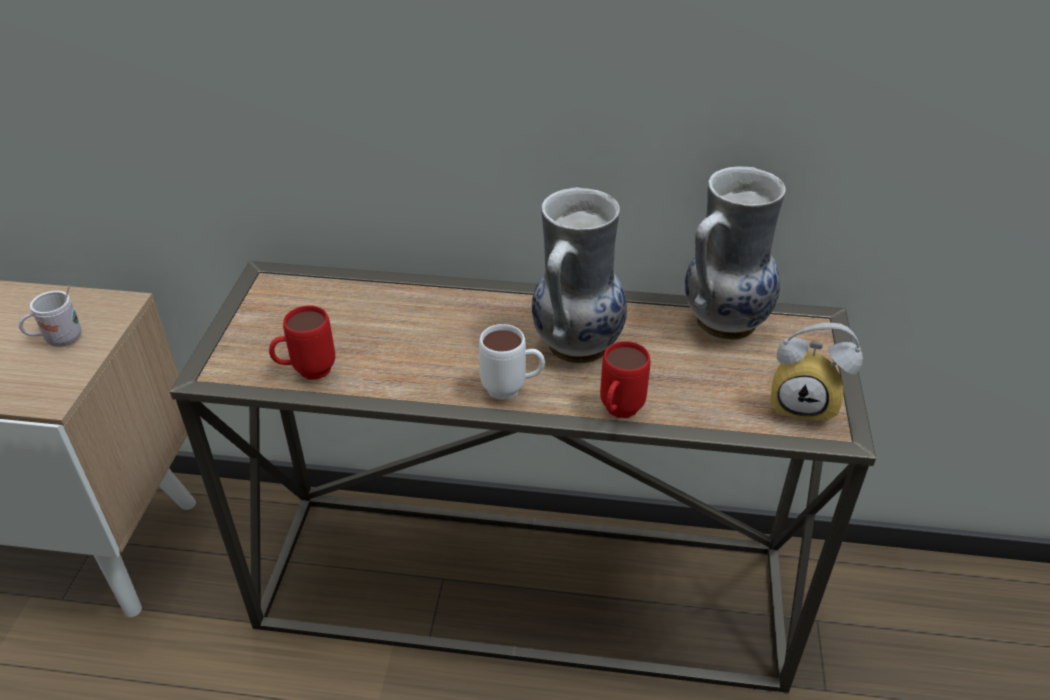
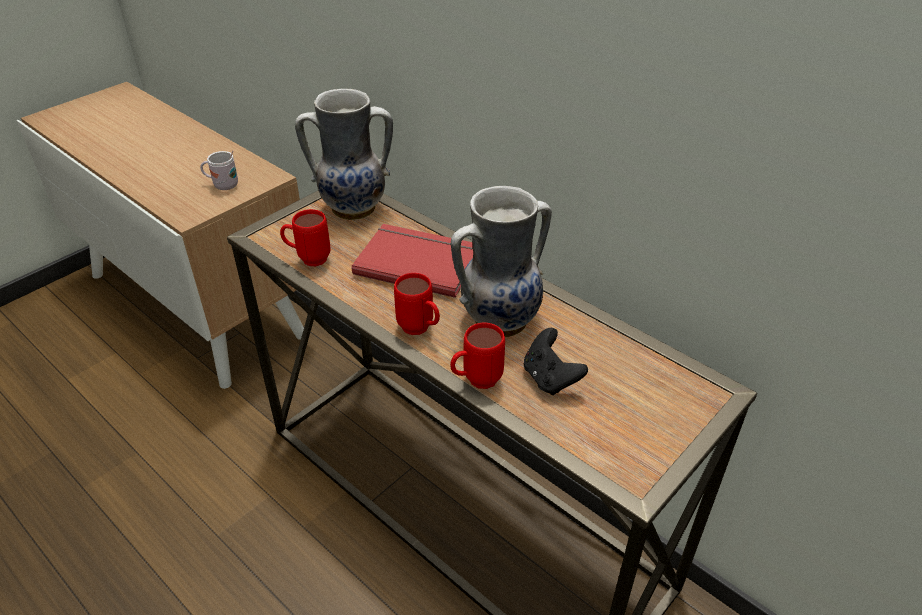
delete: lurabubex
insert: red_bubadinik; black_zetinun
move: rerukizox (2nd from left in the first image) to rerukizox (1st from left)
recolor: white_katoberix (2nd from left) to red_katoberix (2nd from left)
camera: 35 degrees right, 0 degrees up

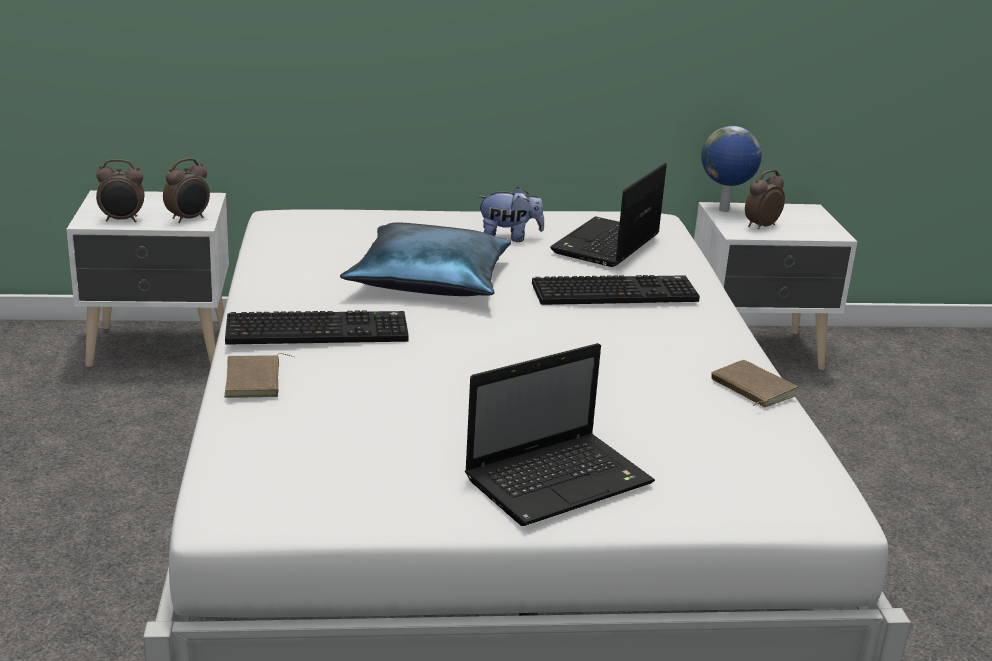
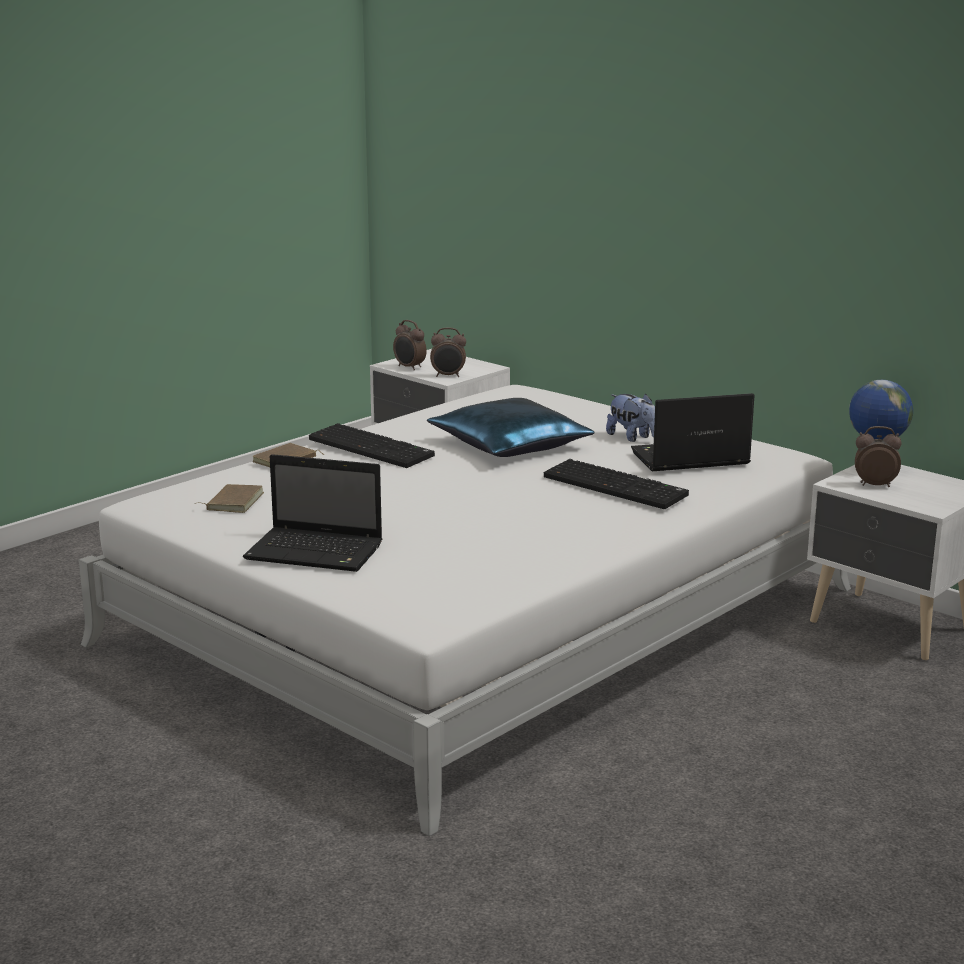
move: brown_bubadinik (2nd from left in the first image) to brown_bubadinik (1st from left)
camera: 50 degrees right, 5 degrees down

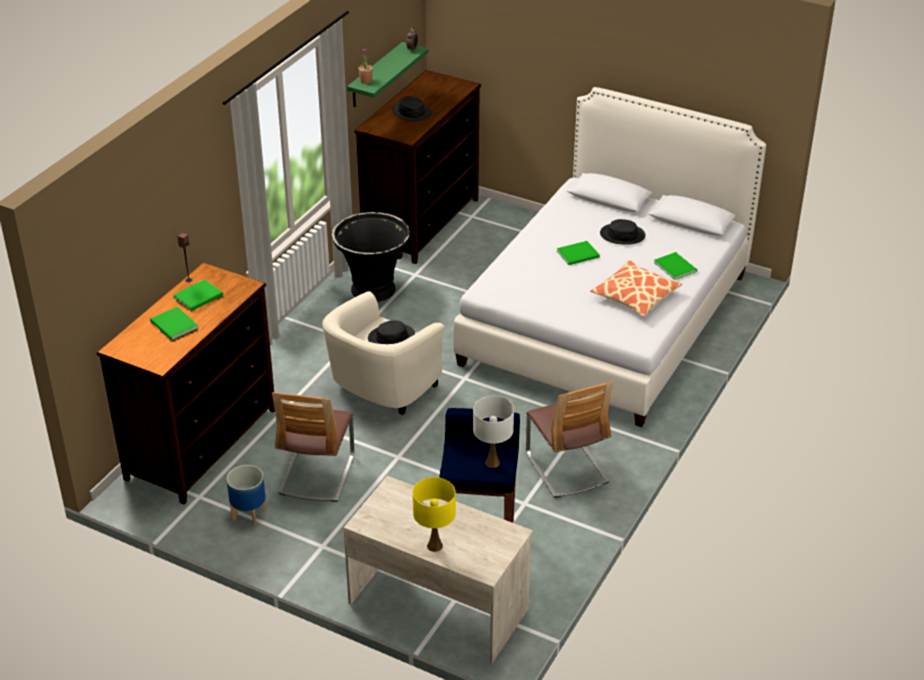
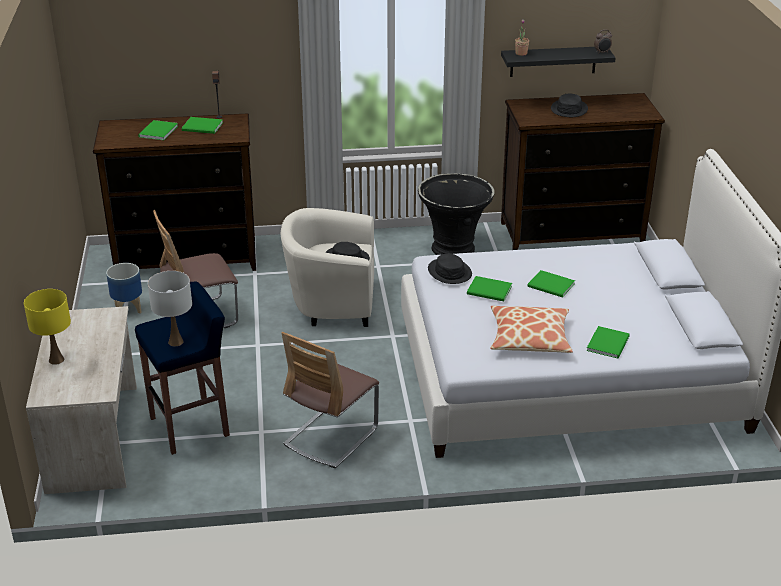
insert: green_bubadinik (3rd from left)
move: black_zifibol (3rd from left in the first image) to black_zifibol (2nd from left)
recolor: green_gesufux to black_gesufux
camera: 55 degrees right, 5 degrees down

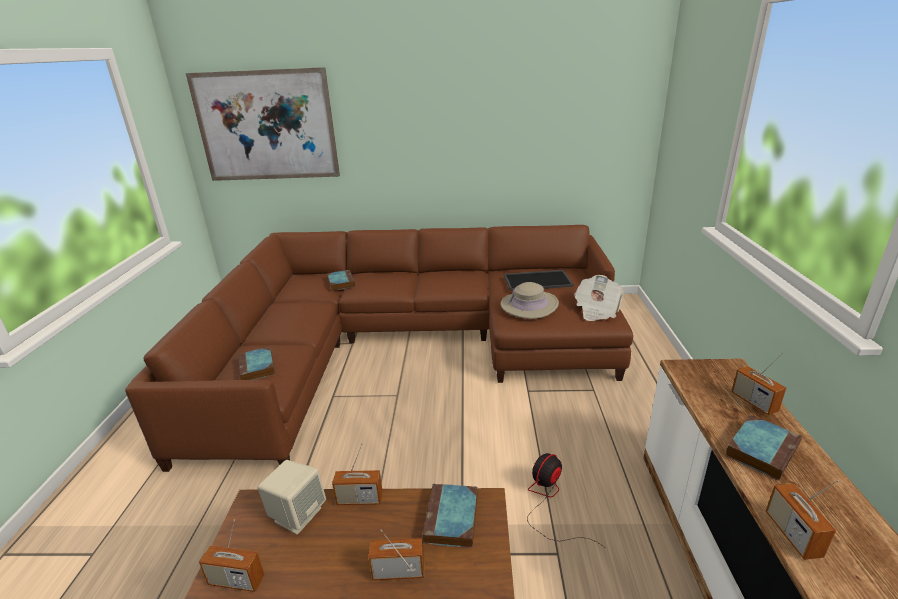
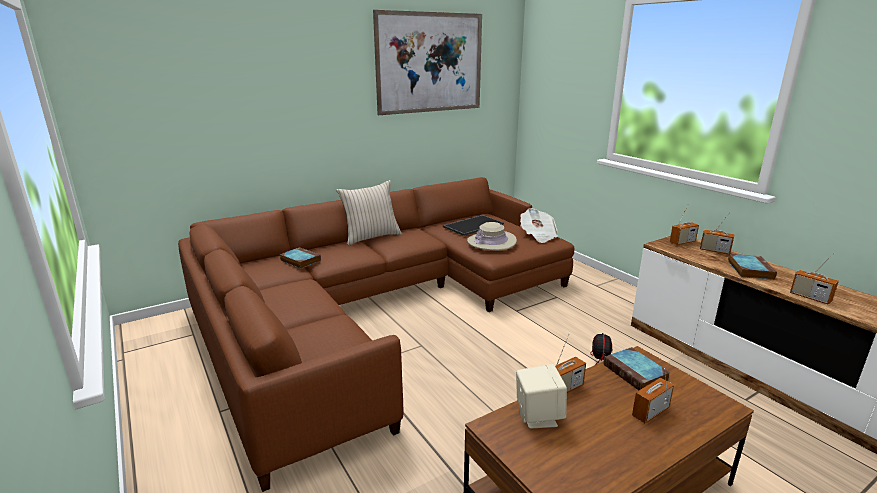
delete: bubadinik (1st from left)
insert: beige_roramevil
move: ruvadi; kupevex (1st from left in the first image) to kupevex (3rd from left)
camera: 35 degrees left, 5 degrees down

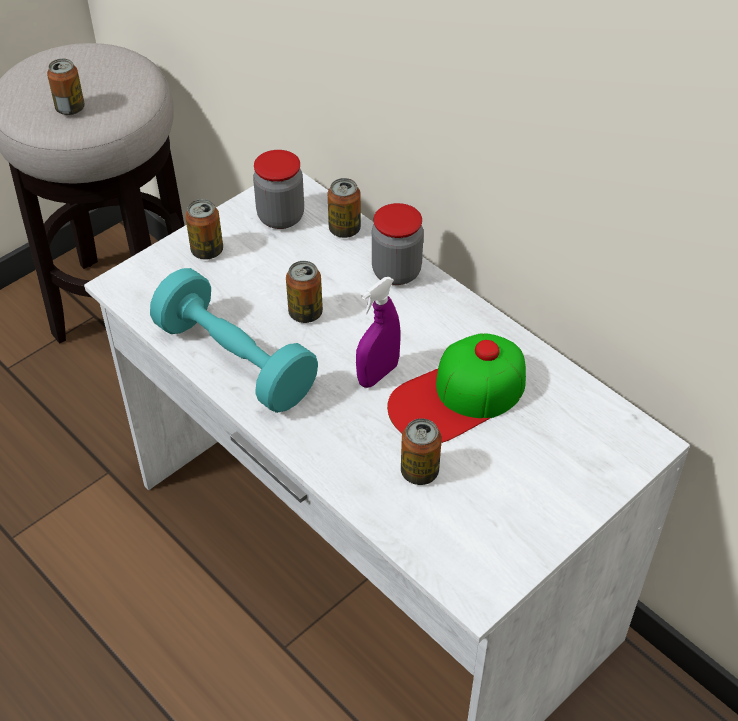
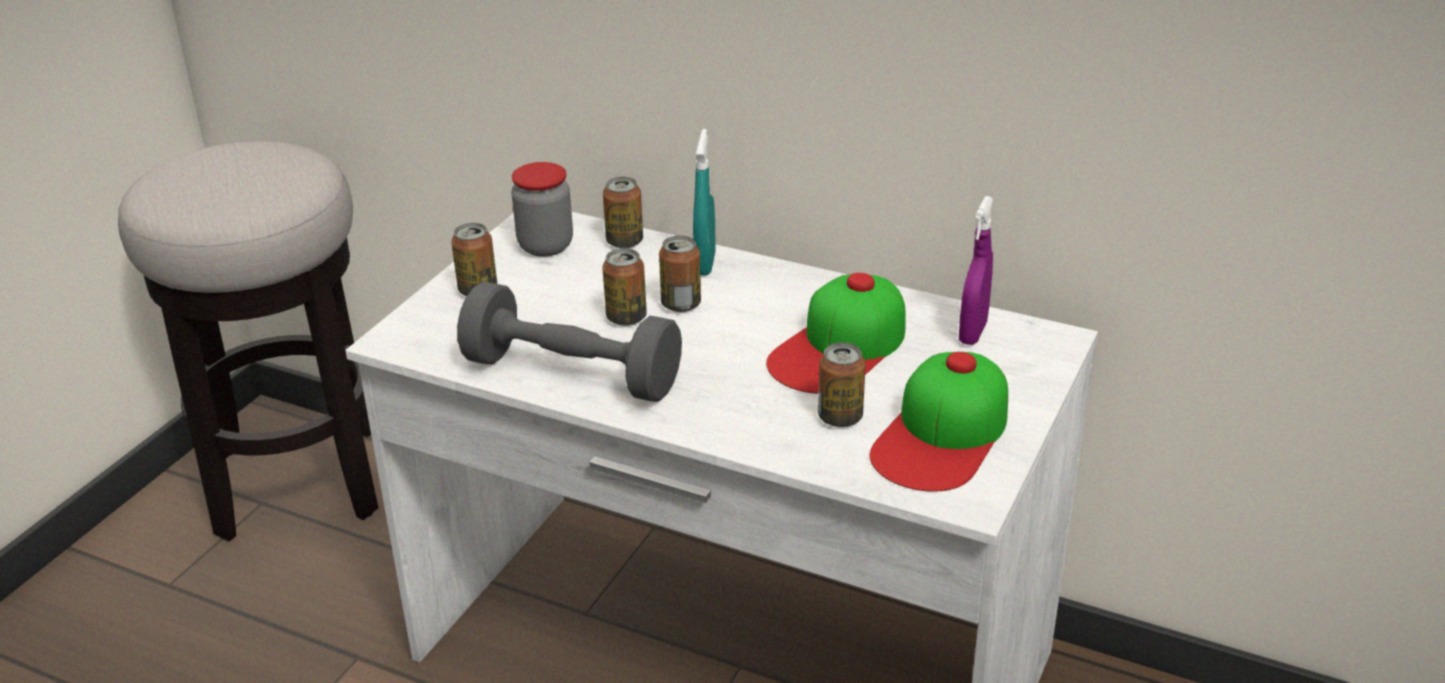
insert: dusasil (2nd from left)
move: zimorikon (1st from left in the first image) to zimorikon (4th from left); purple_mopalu
replace: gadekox (2nd from left) to turquoise_mopalu
recolor: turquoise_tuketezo to grey_tuketezo
camera: 20 degrees left, 15 degrees down

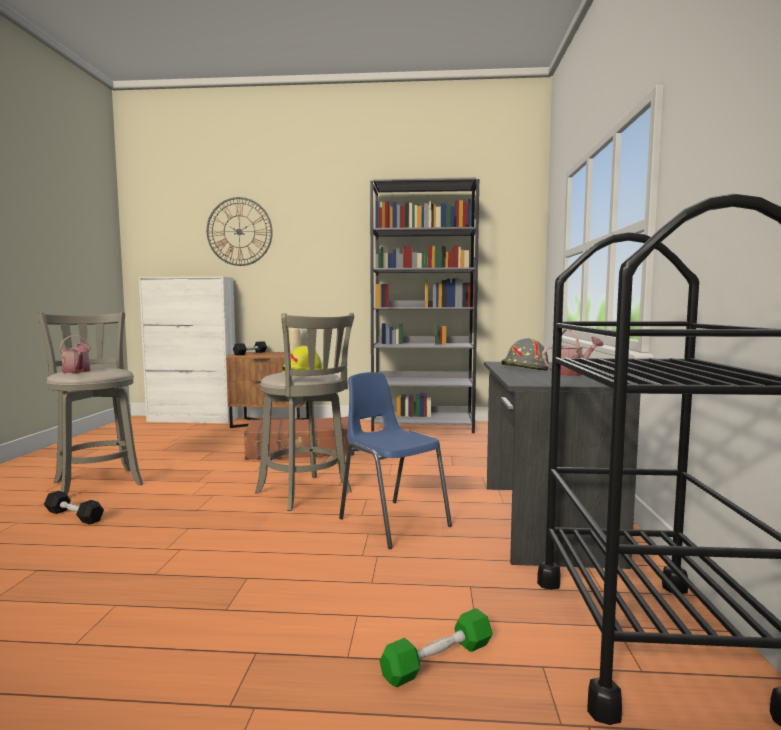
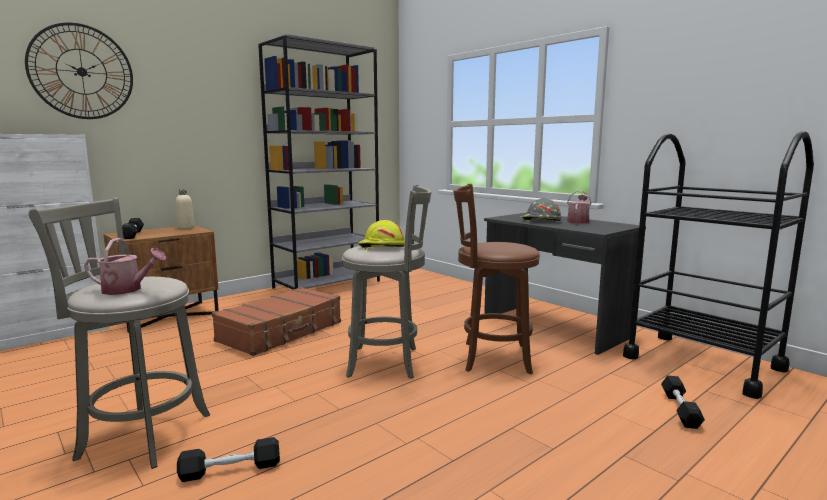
replace: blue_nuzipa to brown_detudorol
recolor: green_tuketezo to black_tuketezo (3rd from left)
camera: 45 degrees left, 5 degrees up

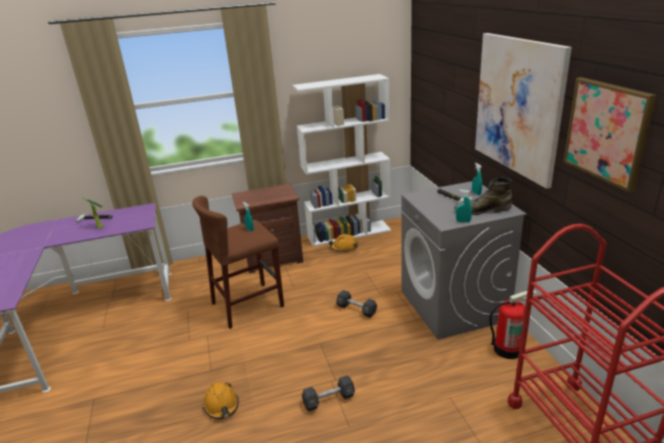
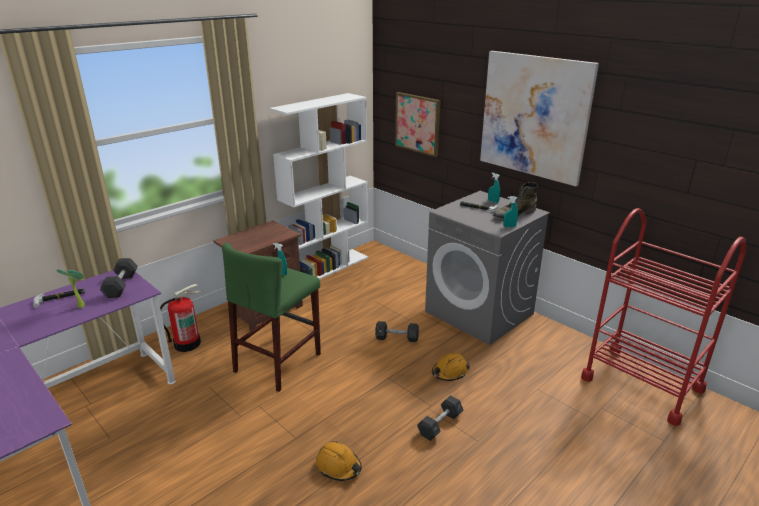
insert: black_tuketezo (1st from left)
move: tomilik; ruvadi (2nd from left in the first image) to ruvadi (1st from left); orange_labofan (2nd from left)
recolor: brown_detudorol to green_detudorol
camera: 30 degrees left, 0 degrees up

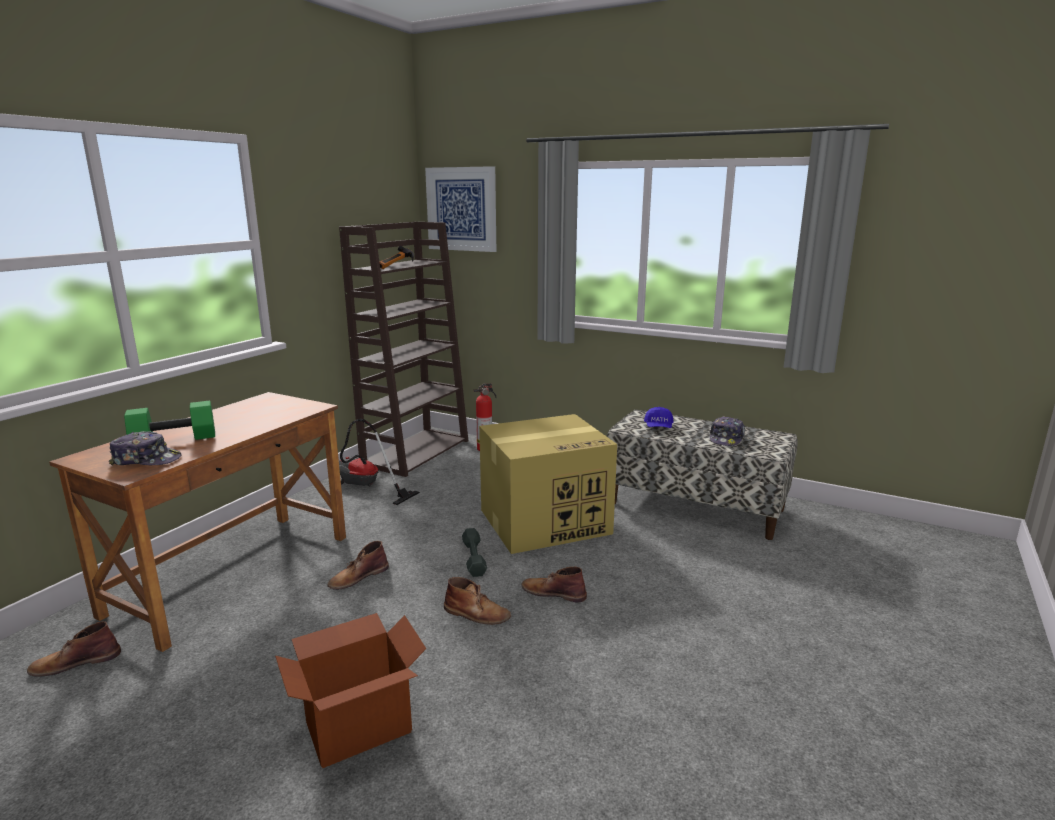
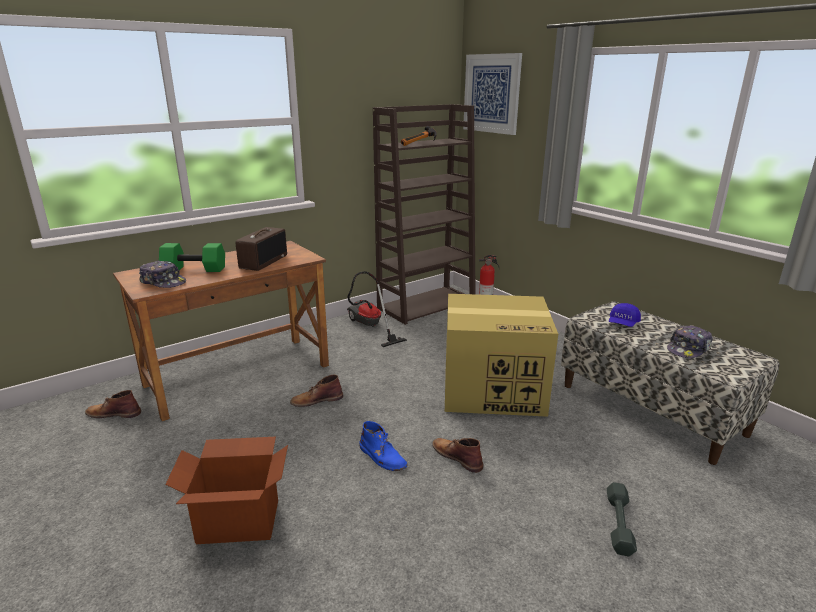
insert: kupevex
move: grey_tuketezo
recolor: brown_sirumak (3rd from left) to blue_sirumak
camera: 25 degrees right, 5 degrees up

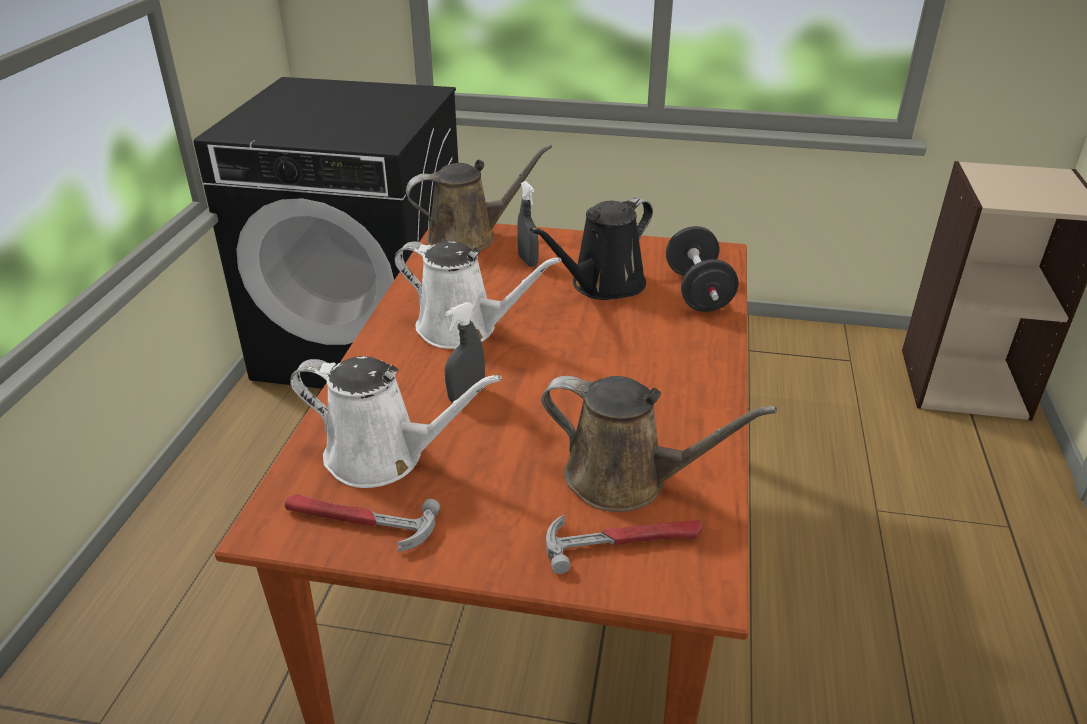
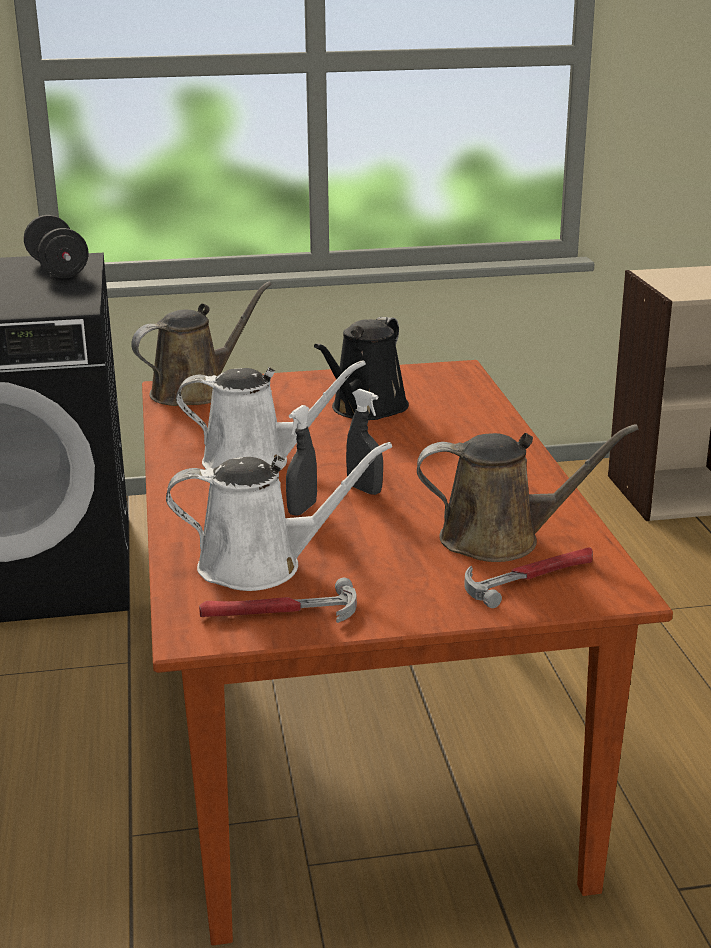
move: black_tuketezo; grey_mopalu (2nd from left)
camera: 20 degrees left, 10 degrees down

